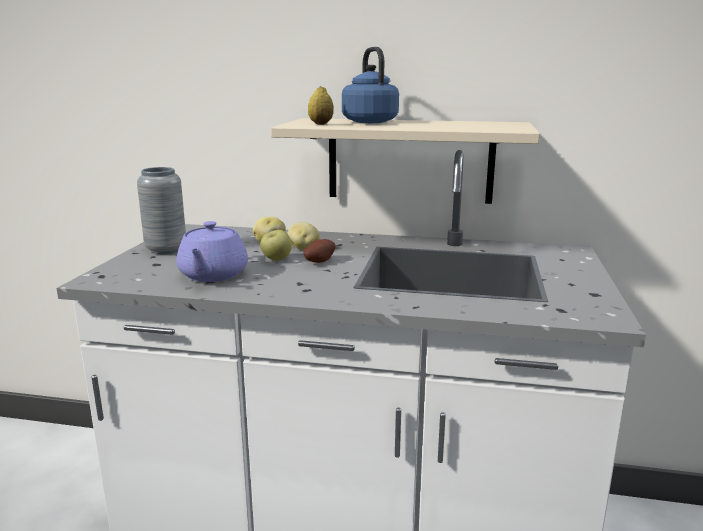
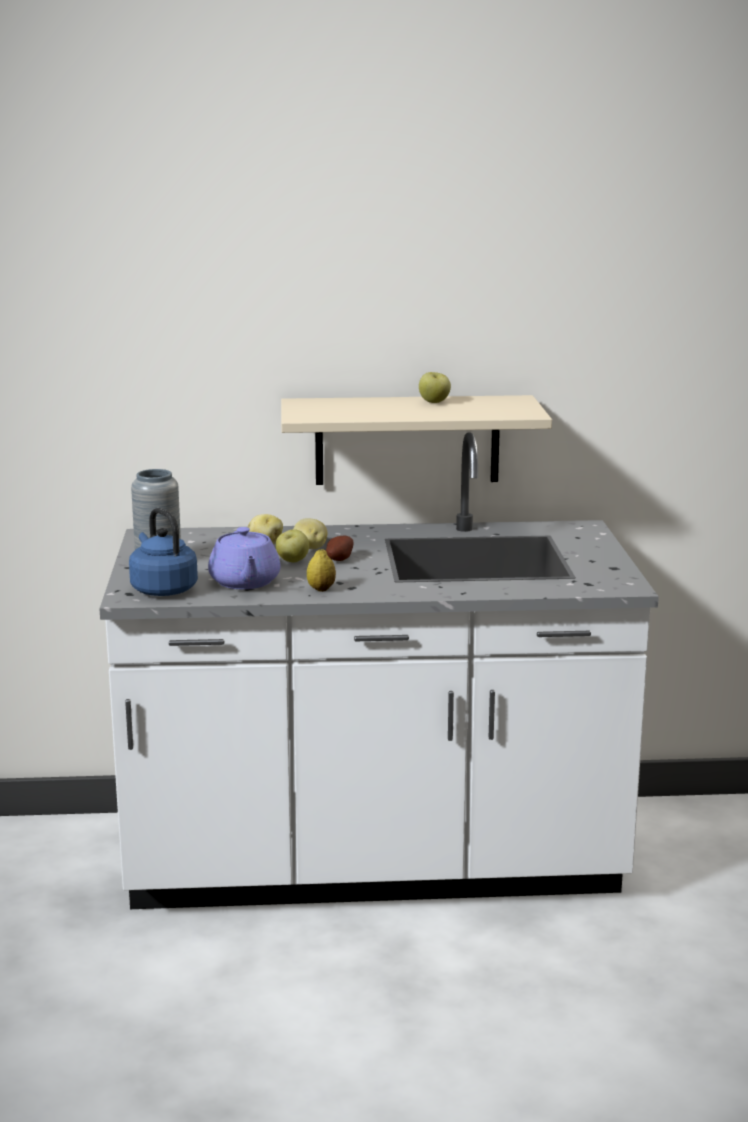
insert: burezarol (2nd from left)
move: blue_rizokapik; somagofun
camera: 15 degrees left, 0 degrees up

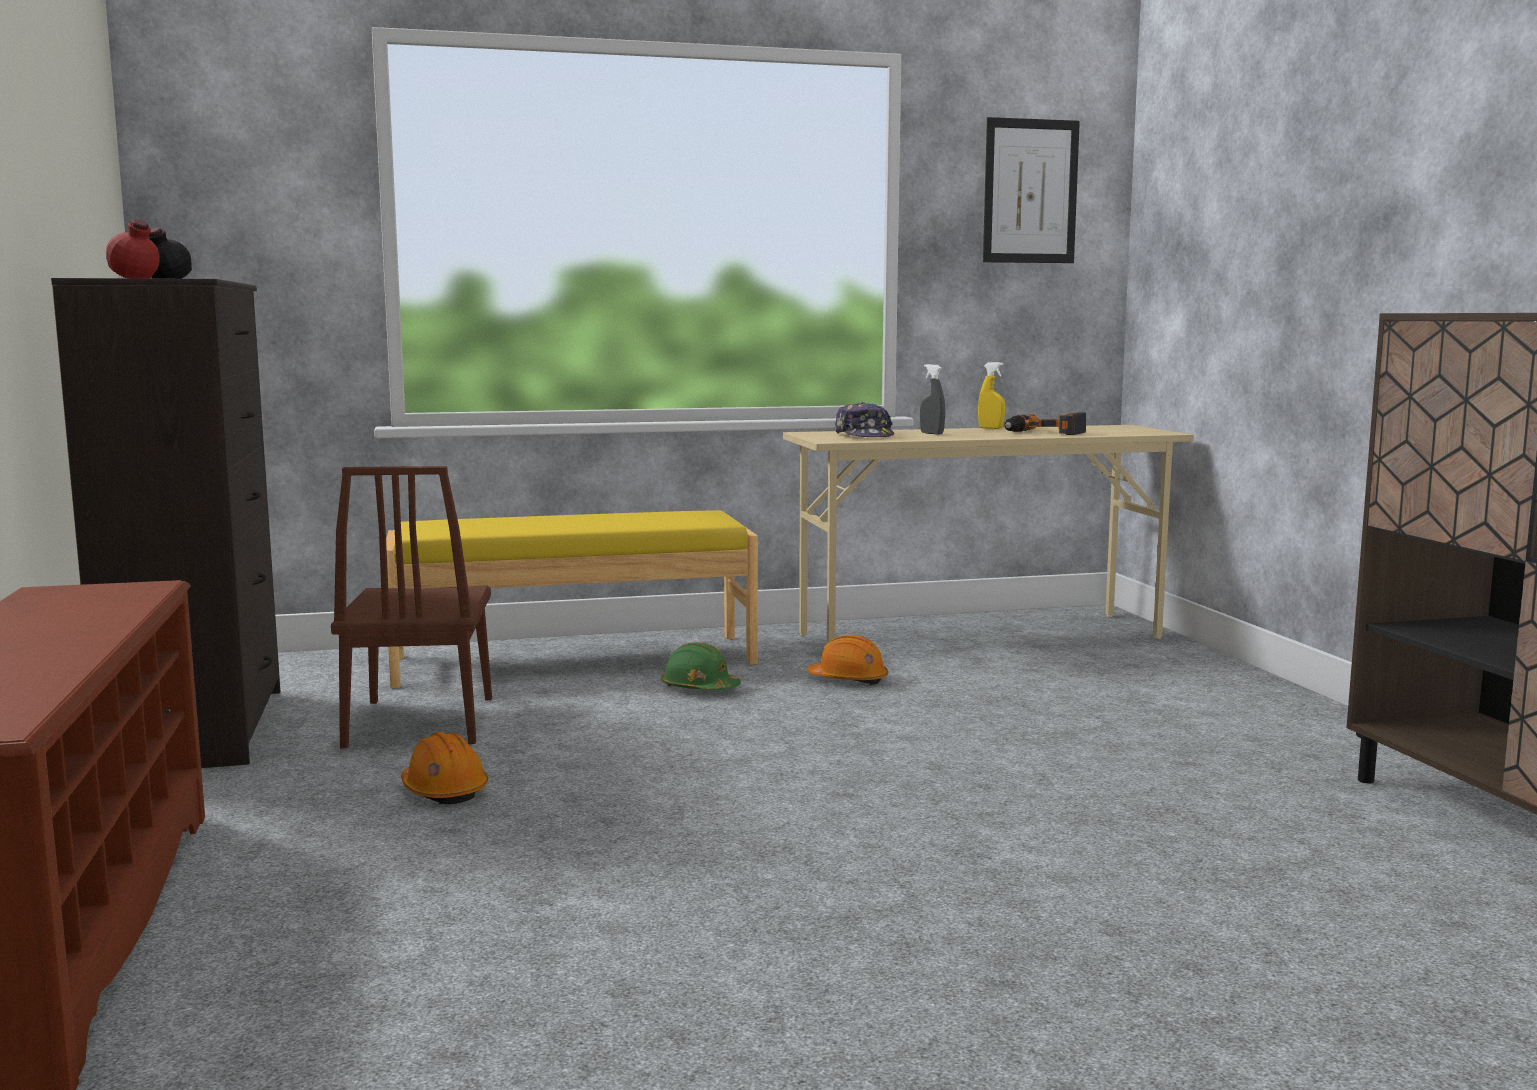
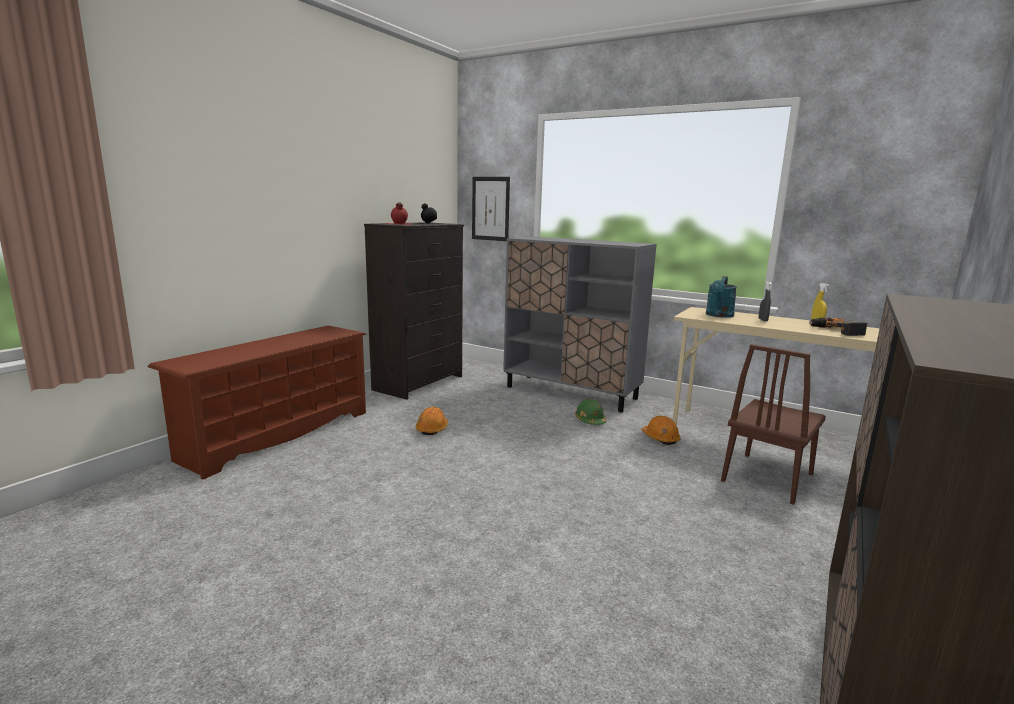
move: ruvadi; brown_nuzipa
replace: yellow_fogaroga to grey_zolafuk; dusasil to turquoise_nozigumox
camera: 45 degrees right, 5 degrees up

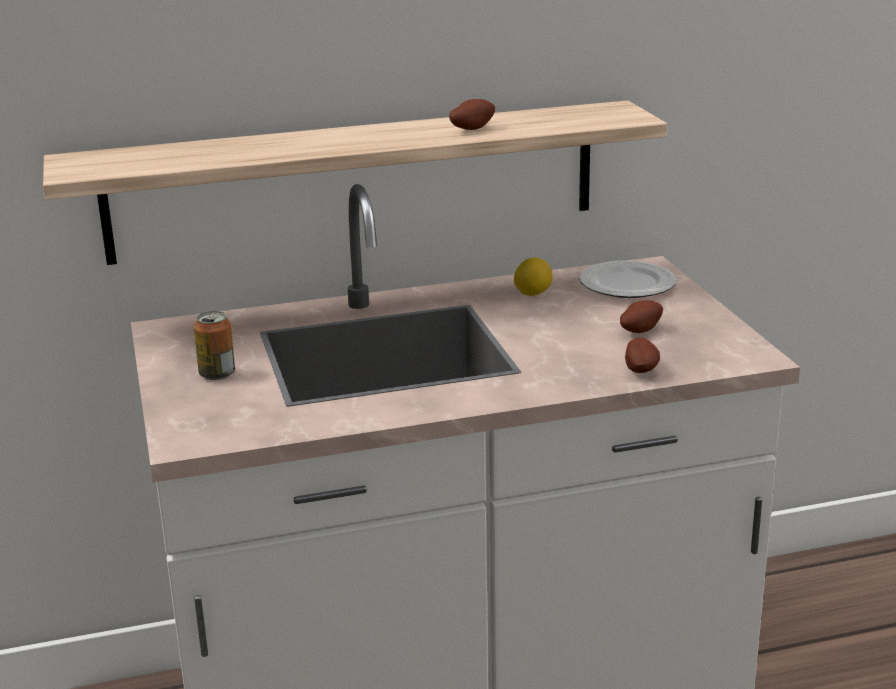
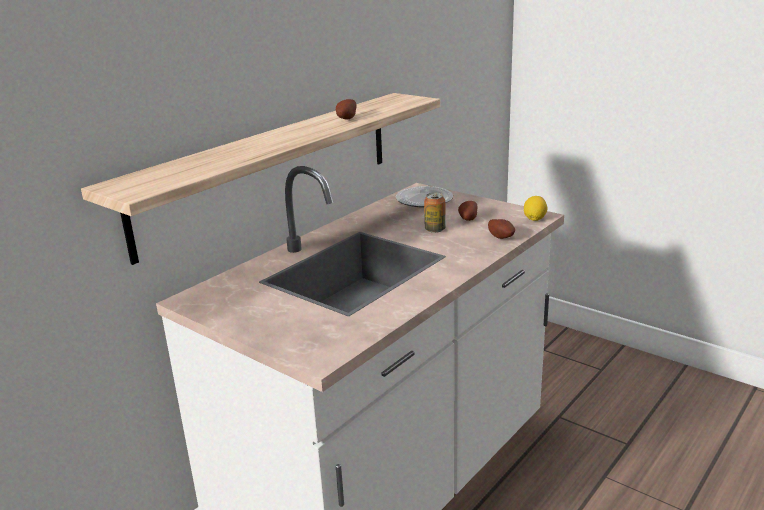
move: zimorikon; somagofun
camera: 35 degrees left, 0 degrees up

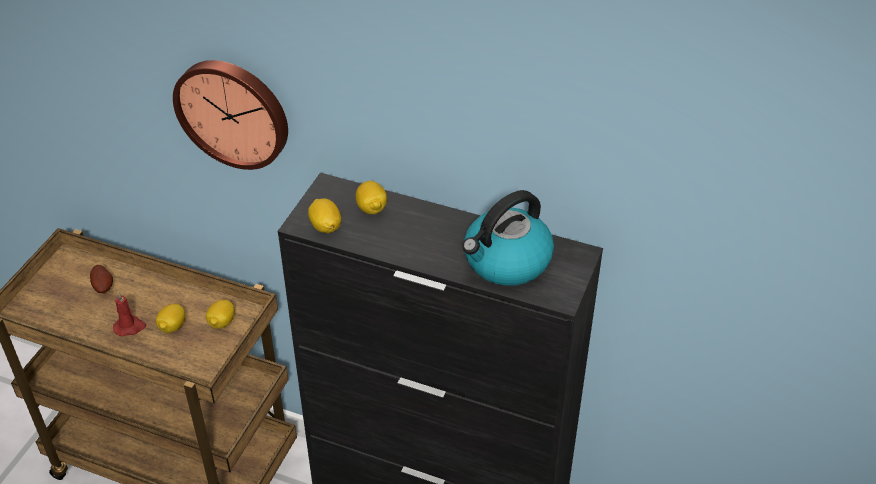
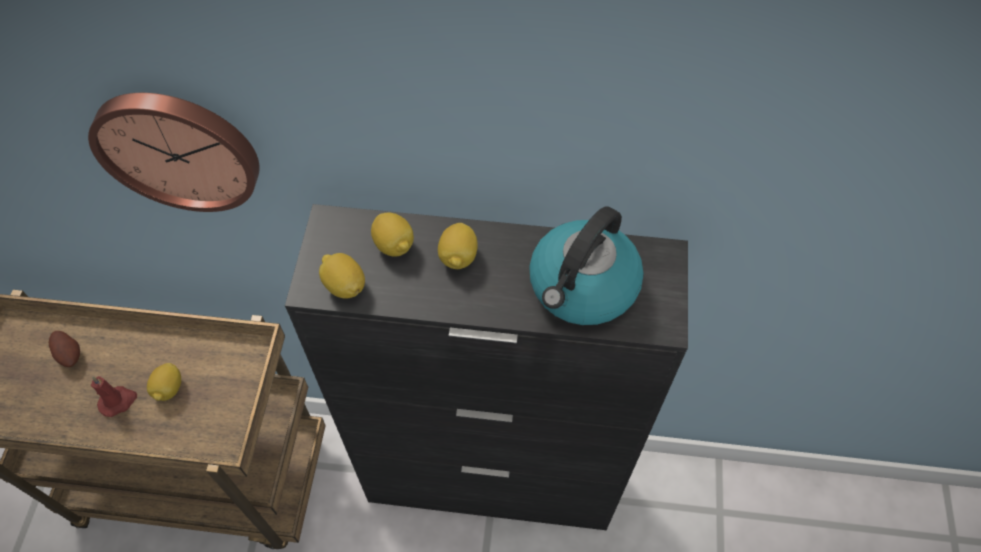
move: somagofun (2nd from left in the first image) to somagofun (4th from left)
camera: 15 degrees left, 15 degrees up

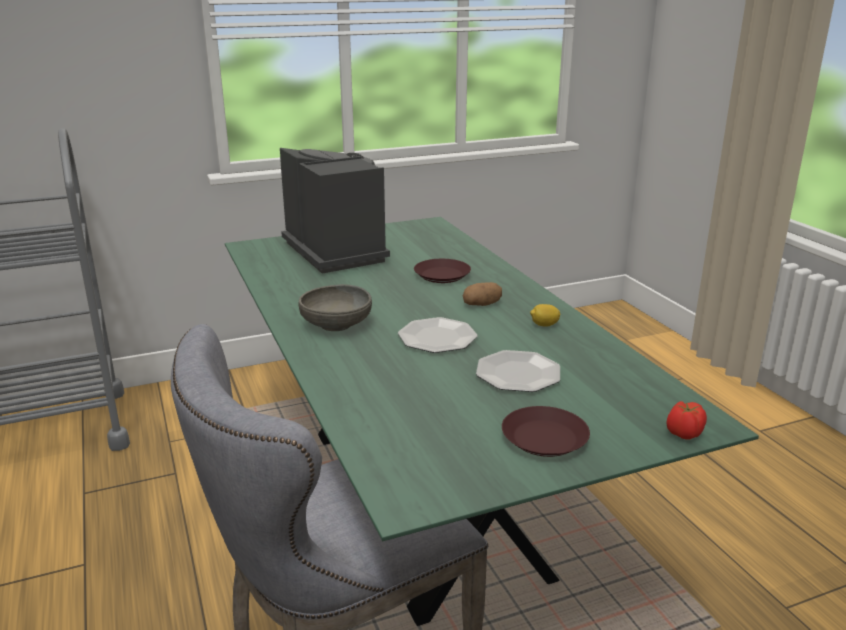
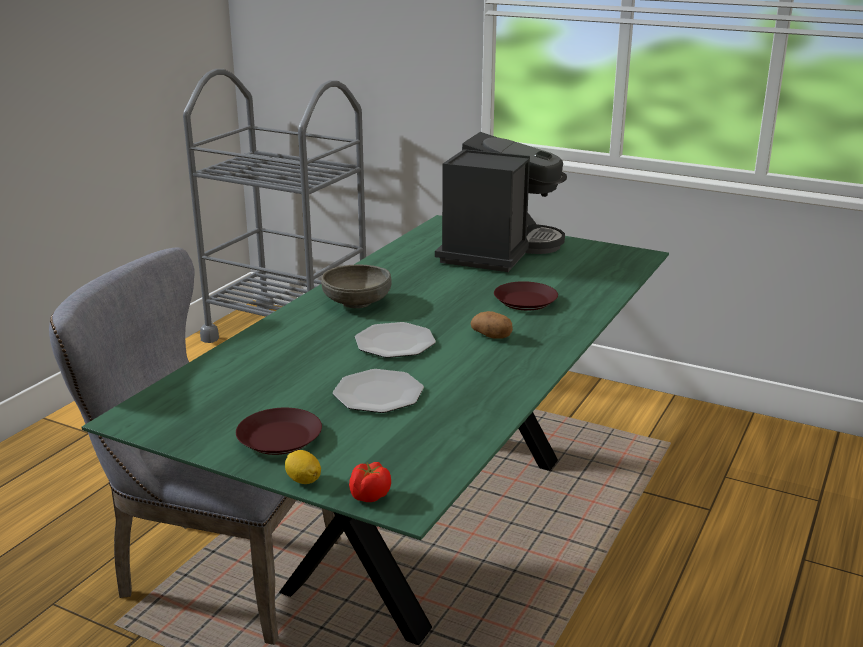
move: somagofun
camera: 50 degrees right, 0 degrees up

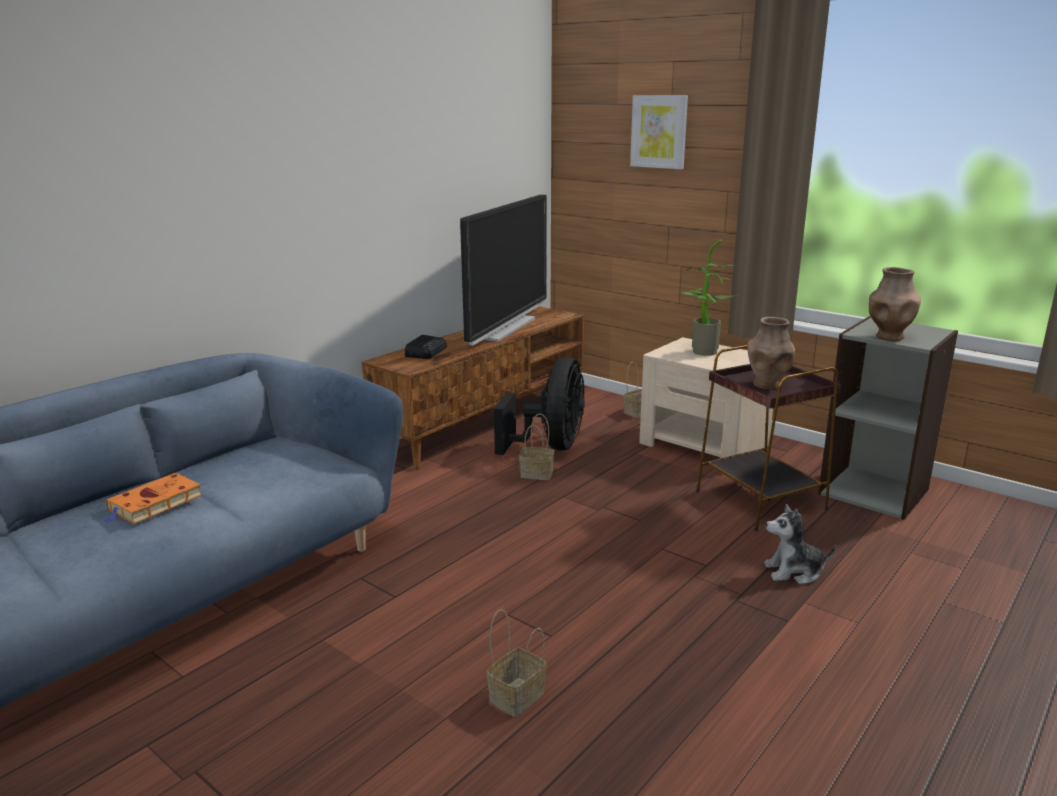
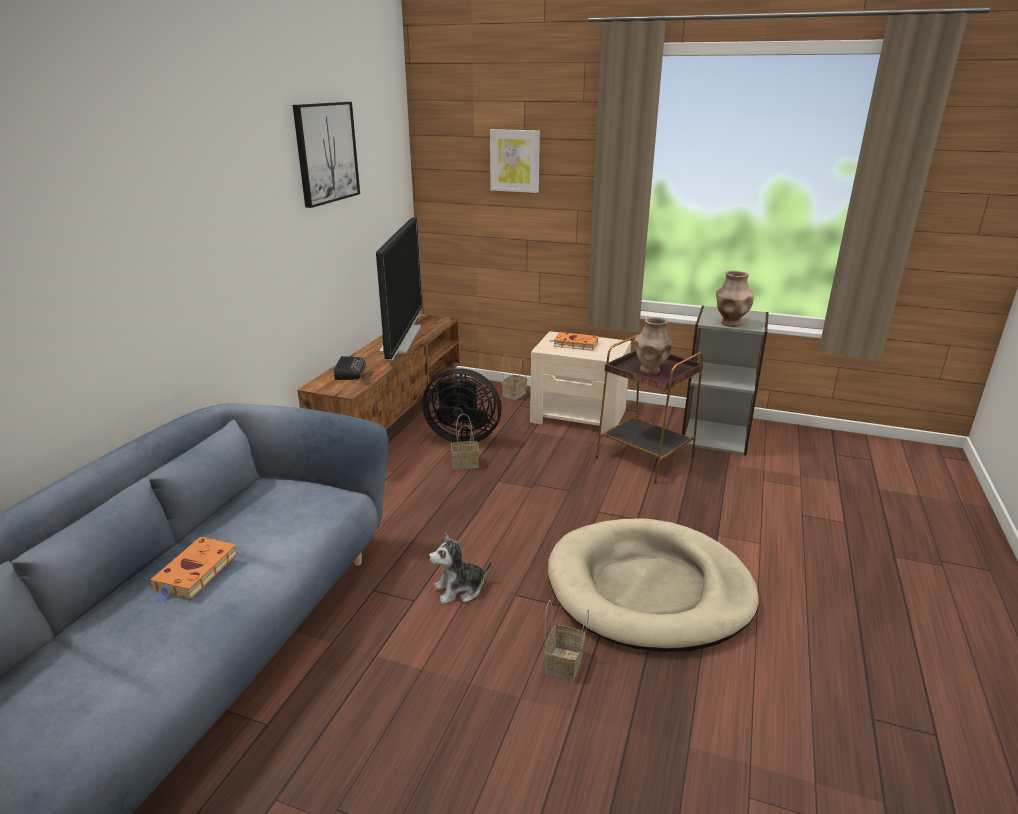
insert: ruvadi (1st from left); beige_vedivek
move: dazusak
replace: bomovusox to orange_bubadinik (2nd from left)
rotate: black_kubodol 105 degrees clockwise
camera: 20 degrees left, 5 degrees up

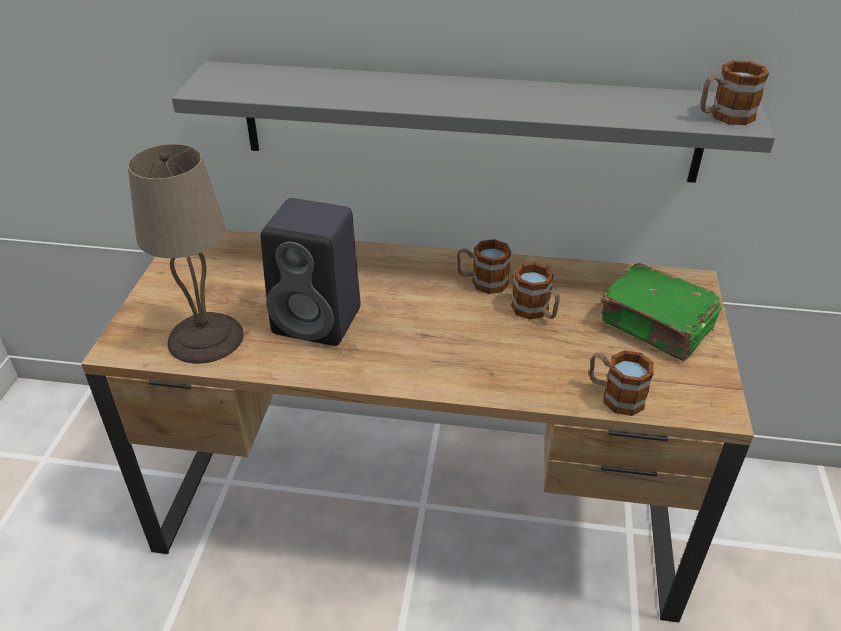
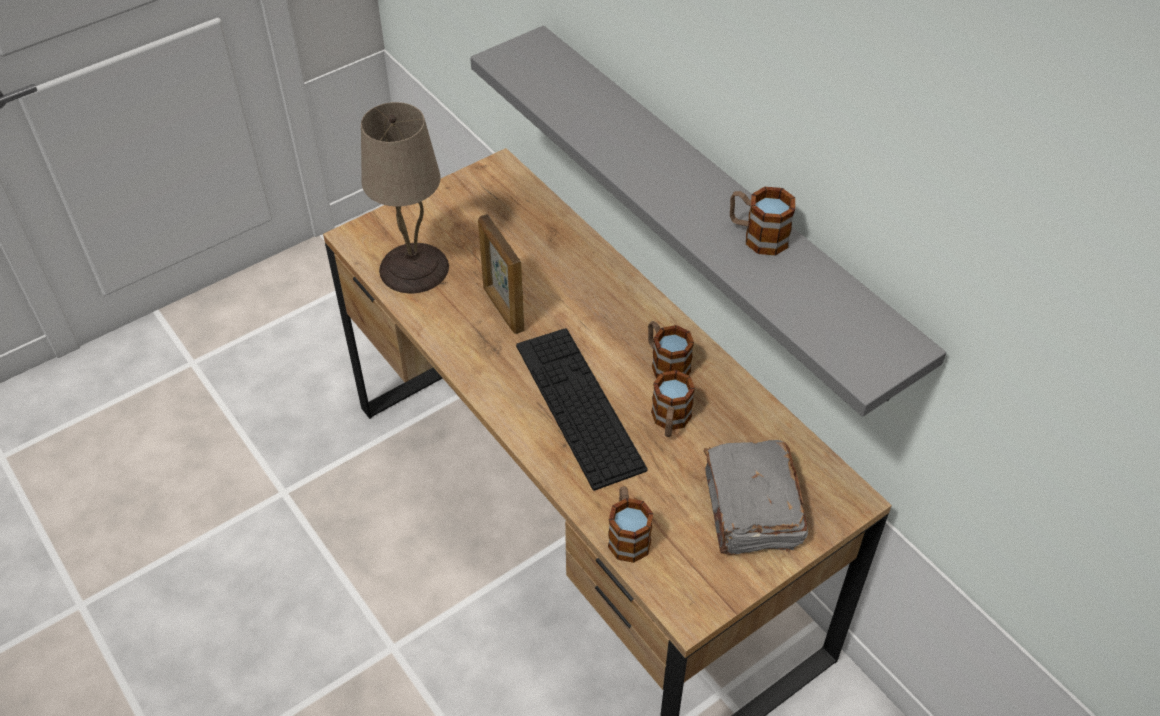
insert: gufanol
move: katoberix (4th from left)
replace: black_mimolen to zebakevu
recolor: green_bubadinik to grey_bubadinik
camera: 45 degrees right, 10 degrees up

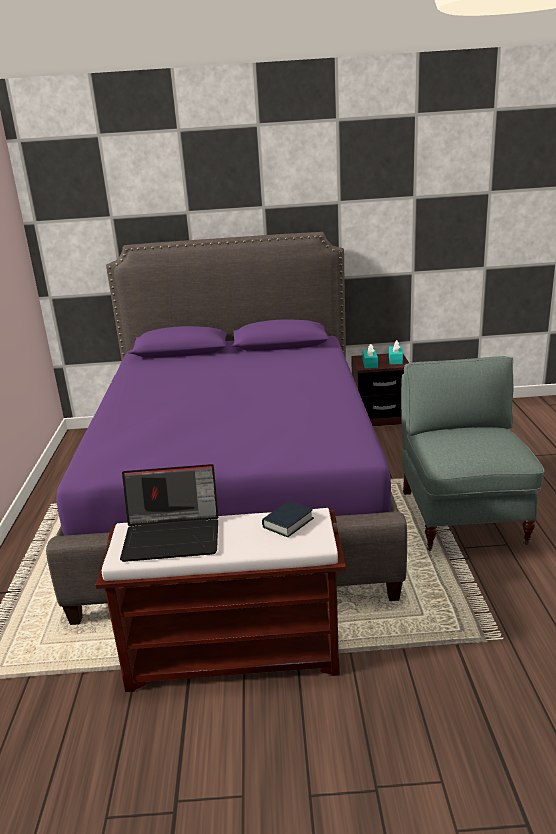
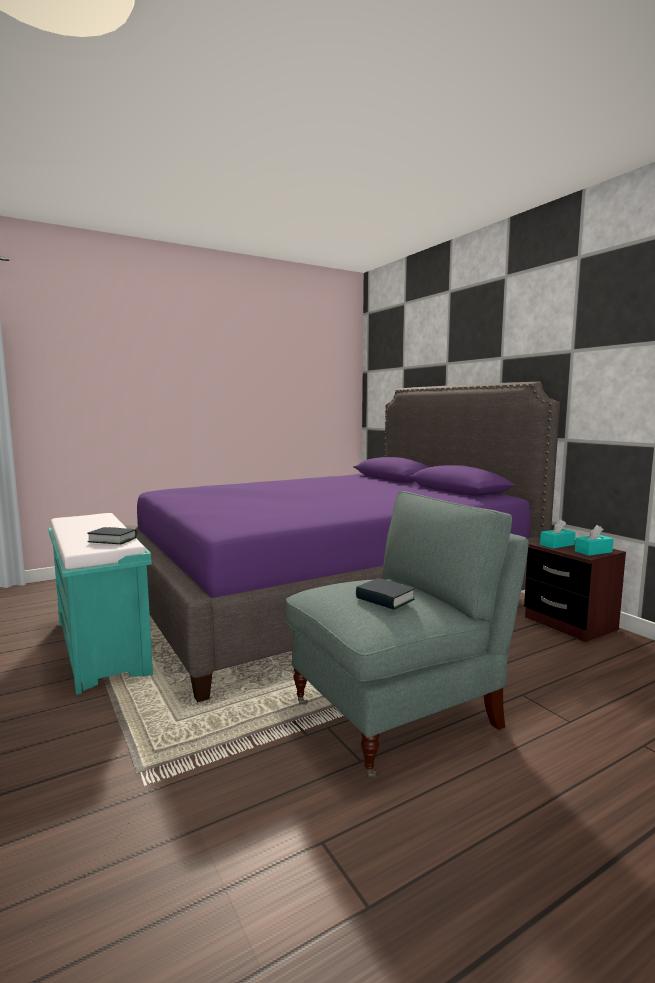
delete: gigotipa
insert: bubadinik (2nd from left)
recolor: brown_fogaroga to turquoise_fogaroga
camera: 60 degrees right, 15 degrees down

